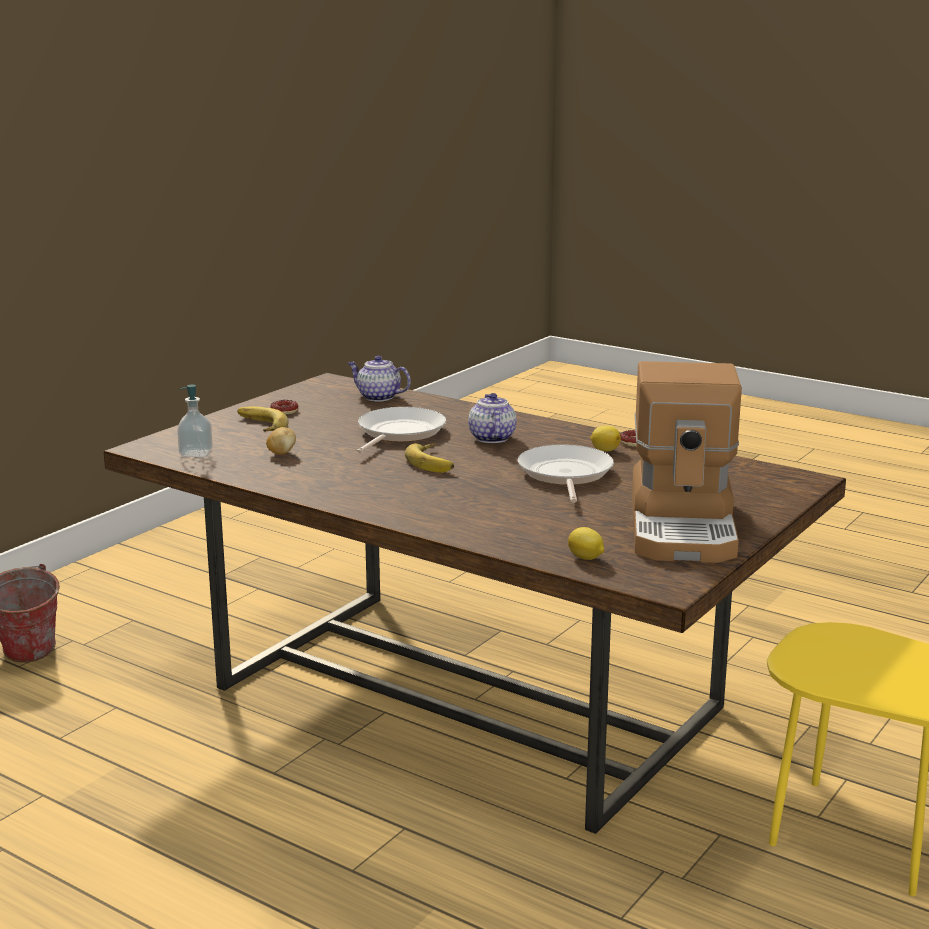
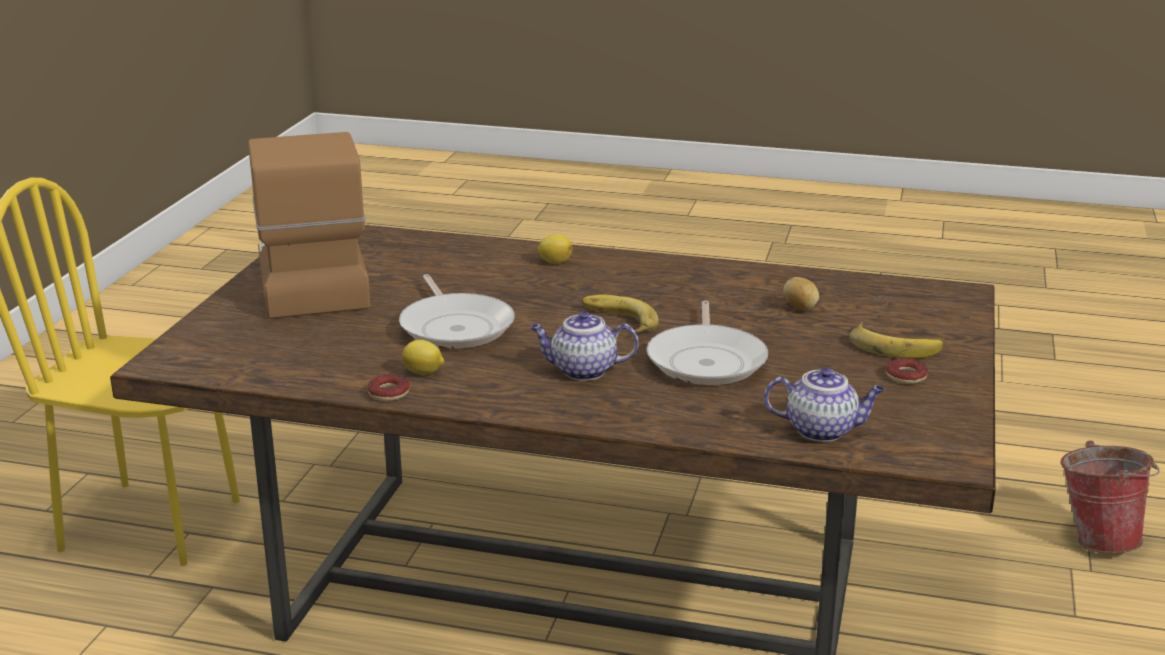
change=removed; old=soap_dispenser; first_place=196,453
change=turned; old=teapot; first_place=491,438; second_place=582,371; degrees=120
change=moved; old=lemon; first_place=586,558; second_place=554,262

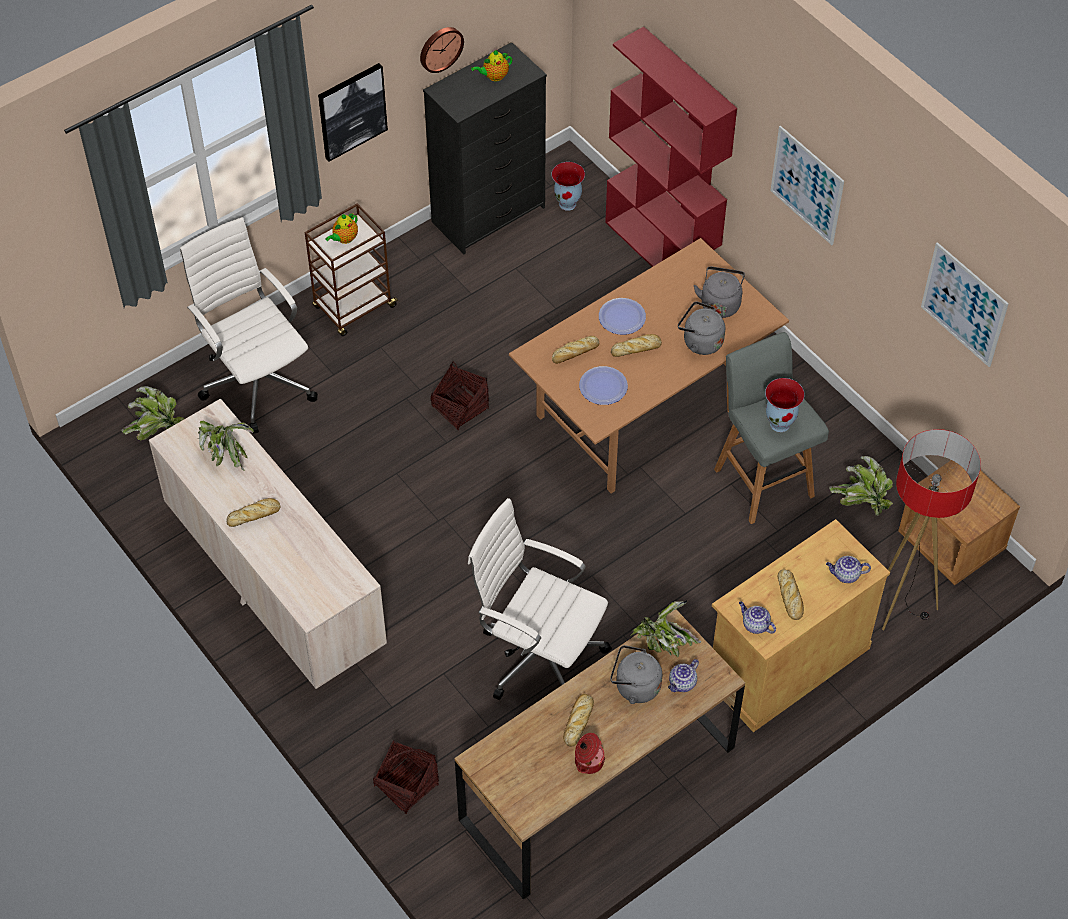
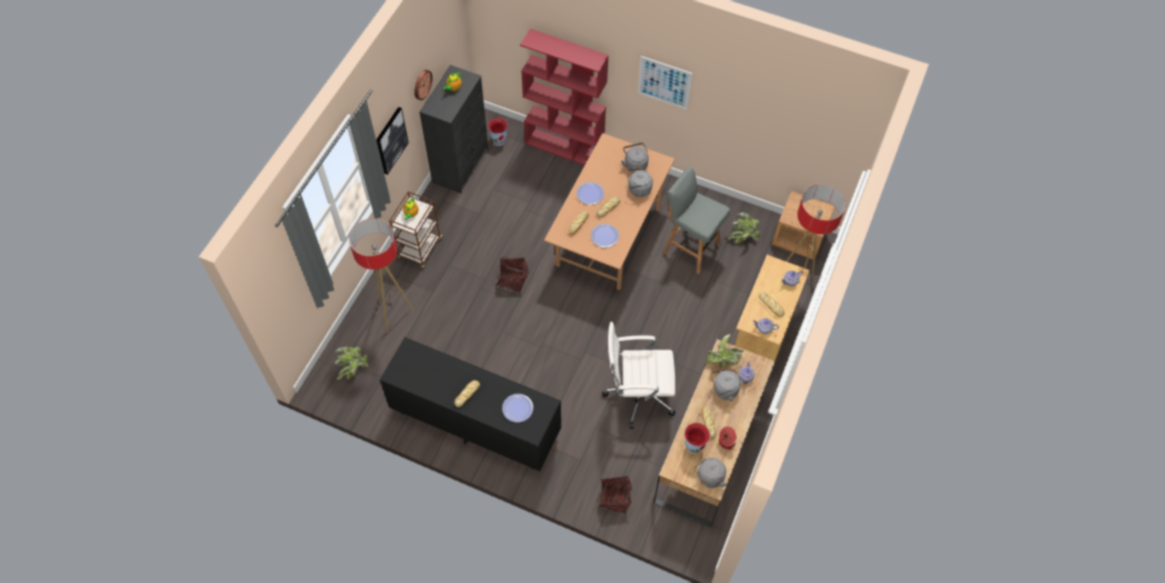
change=replaced; old=white_office_chair; new=floor_lamp; first_place=258,381; second_place=393,314
change=removed; old=picture; first_place=964,304
change=moved; old=vase; first_place=780,423; second_place=694,446
change=recoloured; old=beige_dresser; new=black_dresser; first_place=274,582; second_place=475,423
change=removed; old=potted_plant; first_place=226,454
change=added; new=plate; second_place=517,408
change=added; new=grey_kettle; second_place=709,478

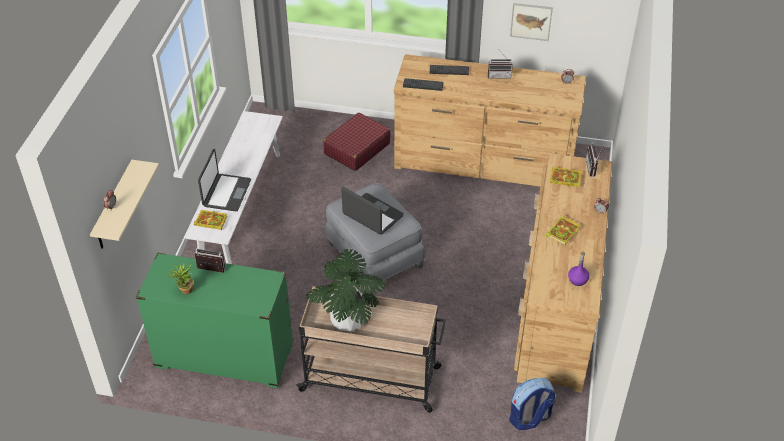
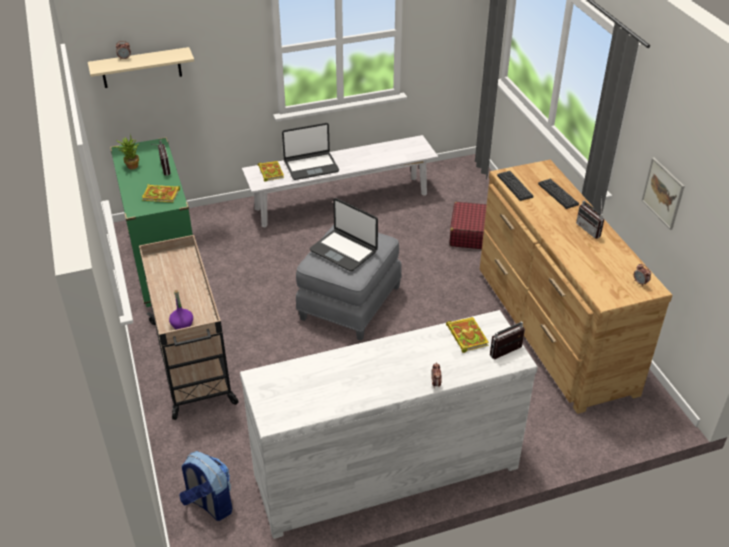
change=recoloured; old=brown_dresser; new=white_dresser; first_place=556,308; second_place=385,470
change=turned; old=laptop; first_place=372,215; second_place=344,250; degrees=120
change=moved; old=book; first_place=563,231; second_place=162,195
change=removed; old=potted_plant; first_place=347,320
change=moved; old=purple_bottle; first_place=578,280; second_place=182,325

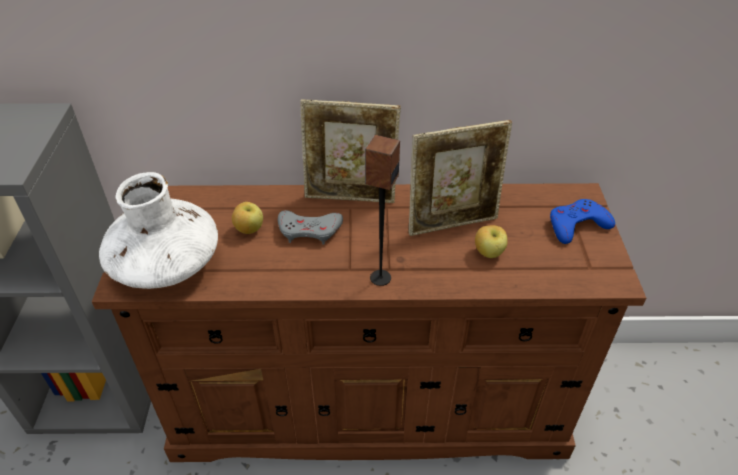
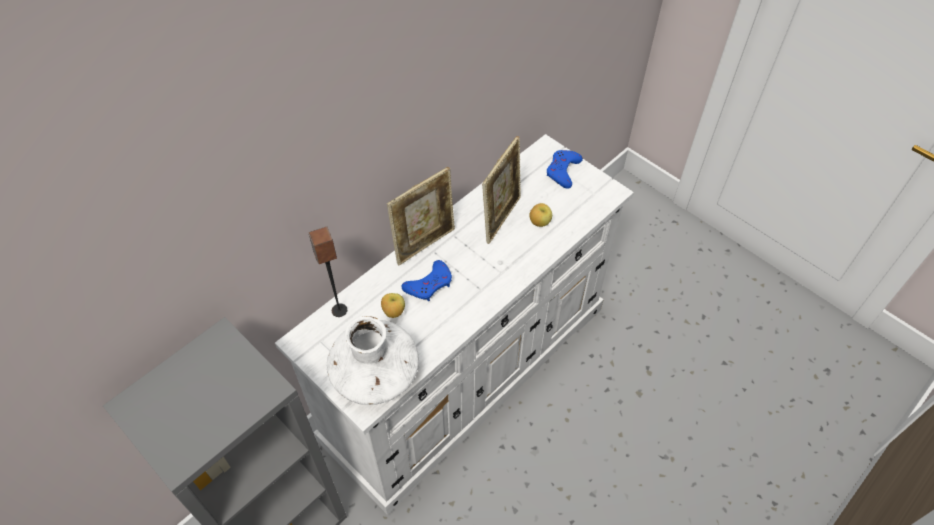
change=moved; old=speaker; first_place=380,277; second_place=339,310
change=recoloured; old=brown_dresser; new=white_dresser; first_place=371,402; second_place=467,370
change=recoloured; old=grey_game_controller; new=blue_game_controller; first_place=309,230; second_place=429,284

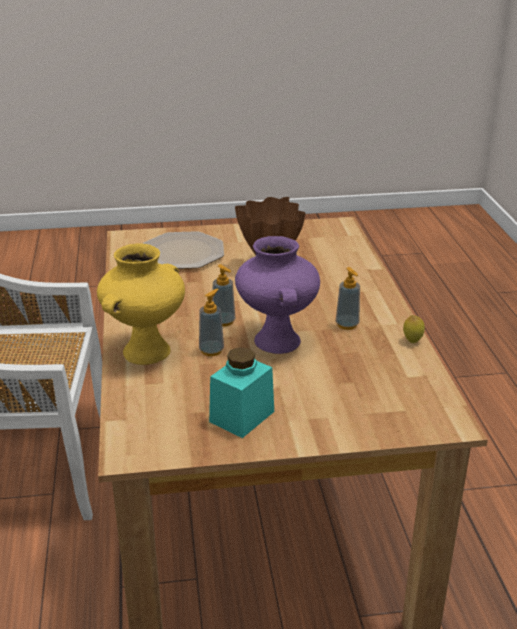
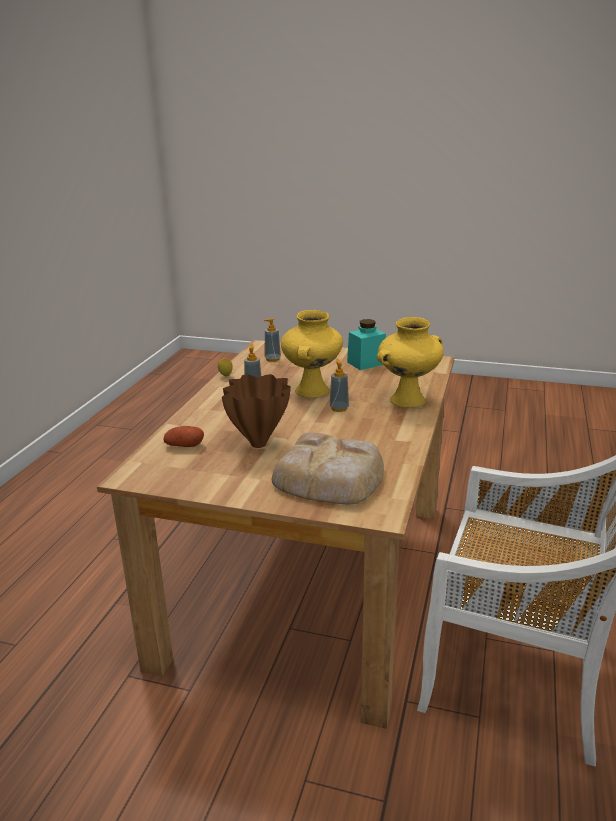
change=replaced; old=plate; new=bread; first_place=182,252; second_place=330,478
change=recoloured; old=purple_vase; new=yellow_vase; first_place=275,340; second_place=313,391
change=moved; old=soap_dispenser; first_place=211,350; second_place=272,359
change=added; new=potato; second_place=184,446

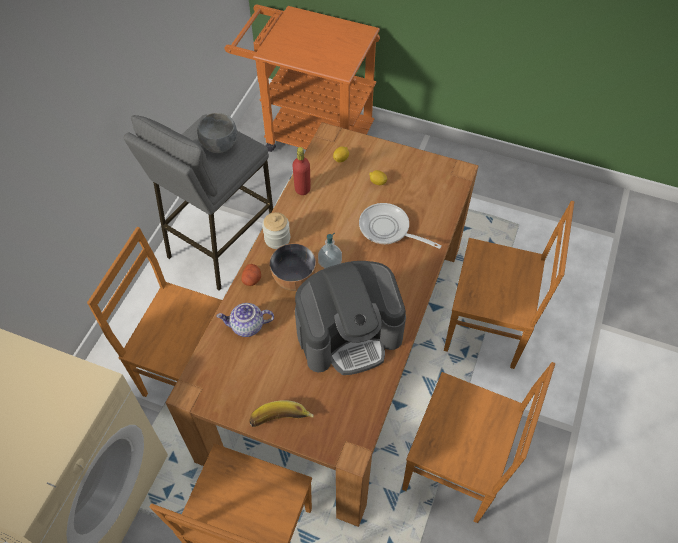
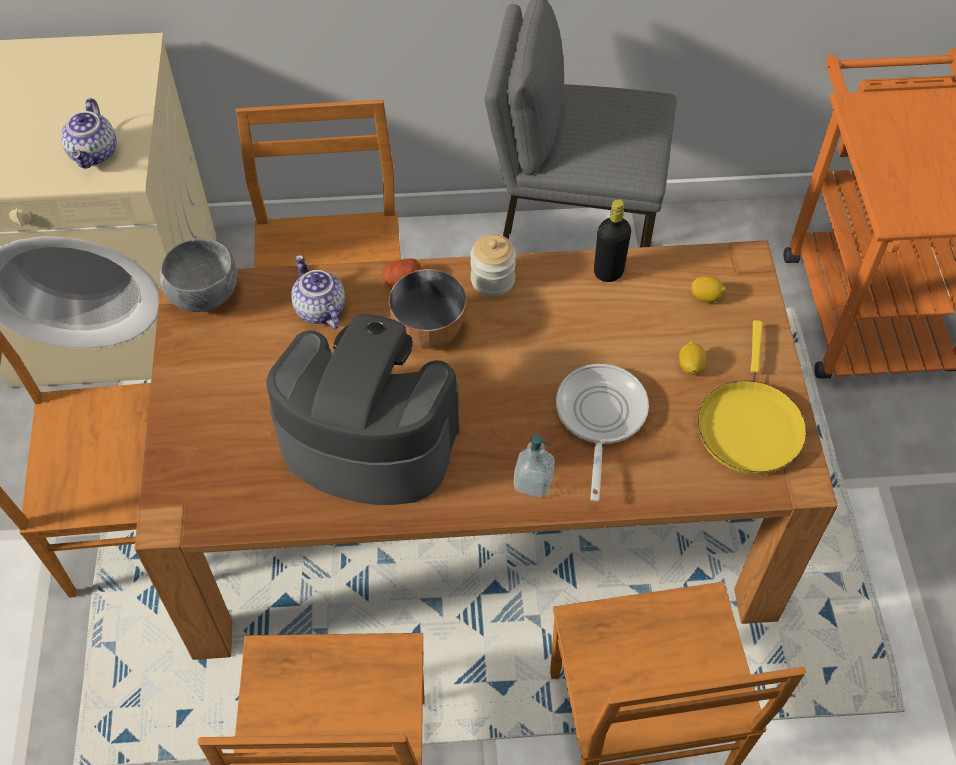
change=moved; old=grey_bowl; first_place=219,146; second_place=204,296
change=recoloured; old=red_bottle; new=black_bottle; first_place=302,189; second_place=608,272
change=moved; old=soap_dispenser; first_place=330,263; second_place=533,482
change=turned; old=coffee_machine; first_place=349,334; second_place=368,440; degrees=150
change=removed; old=banana; first_place=281,422
change=added; new=teapot; second_place=95,153
change=added; new=yellow_frying_pan; second_place=749,424

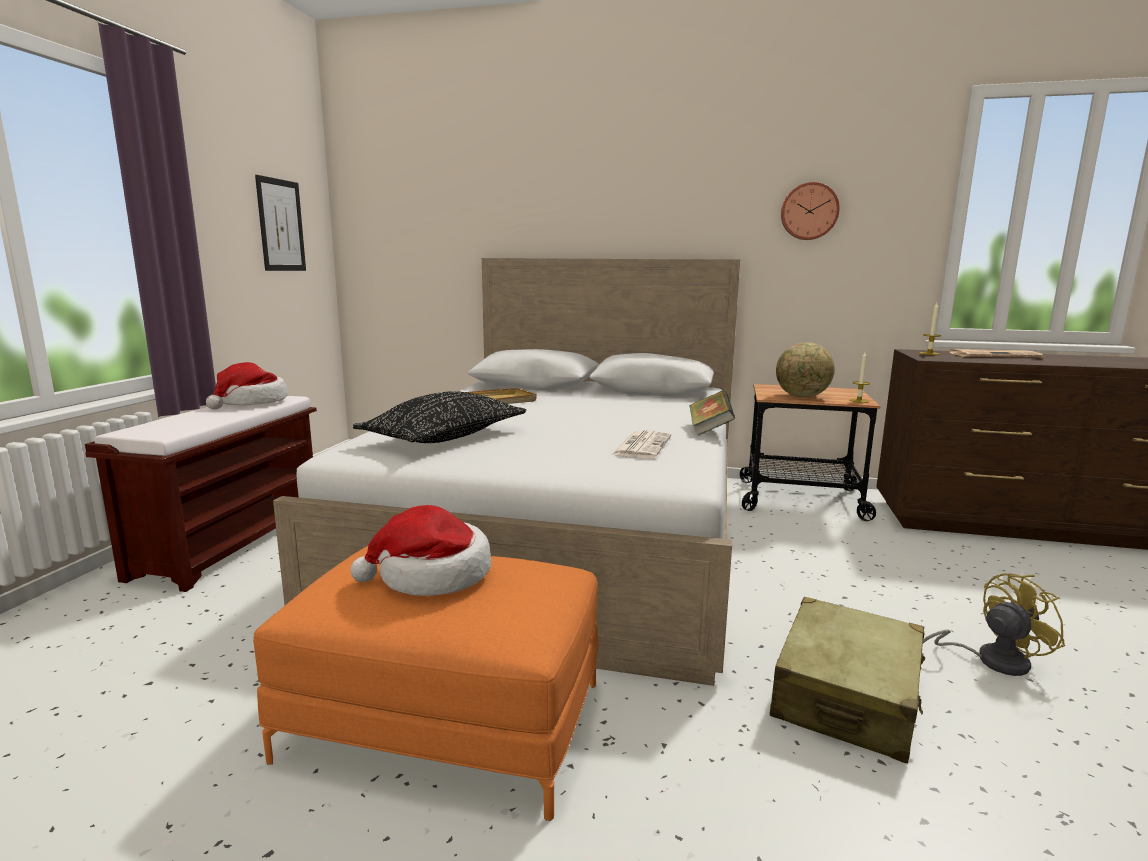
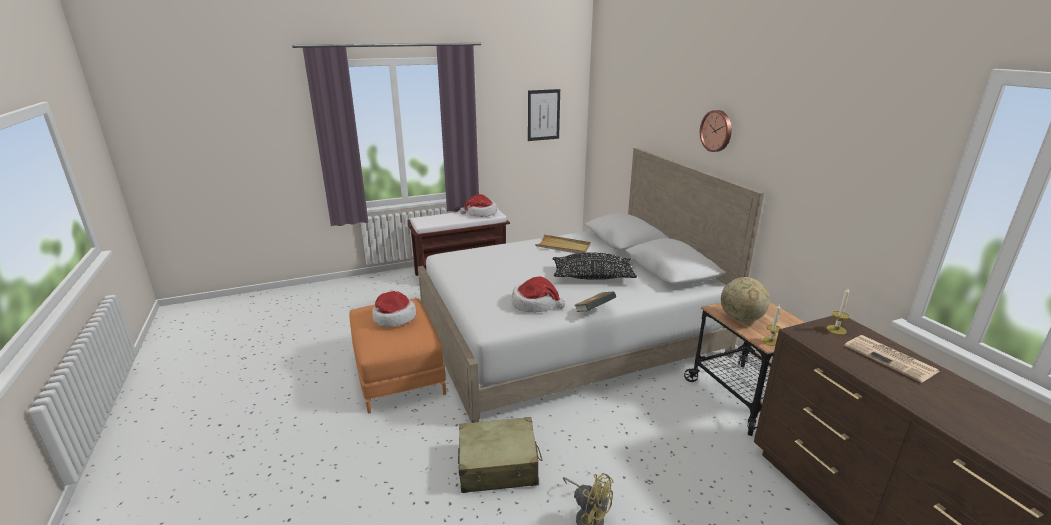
change=moved; old=wall_clock; first_place=809,211; second_place=717,131
change=moved; old=black_pillow; first_place=445,438; second_place=592,276
change=replaced; old=newspaper; new=hat; first_place=641,445; second_place=535,304

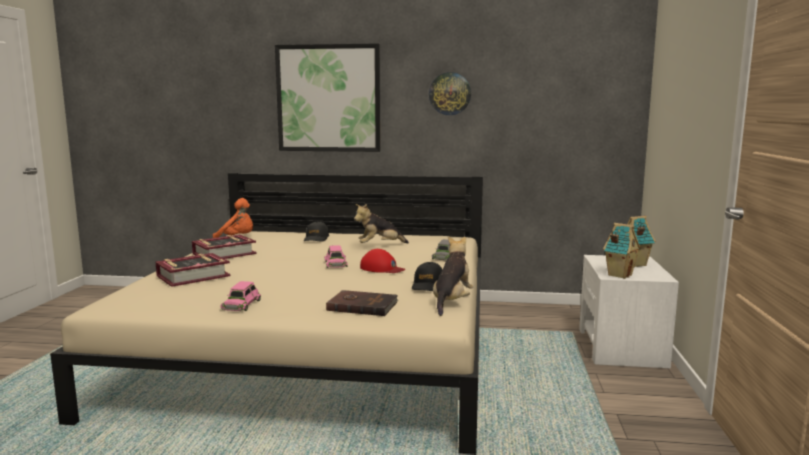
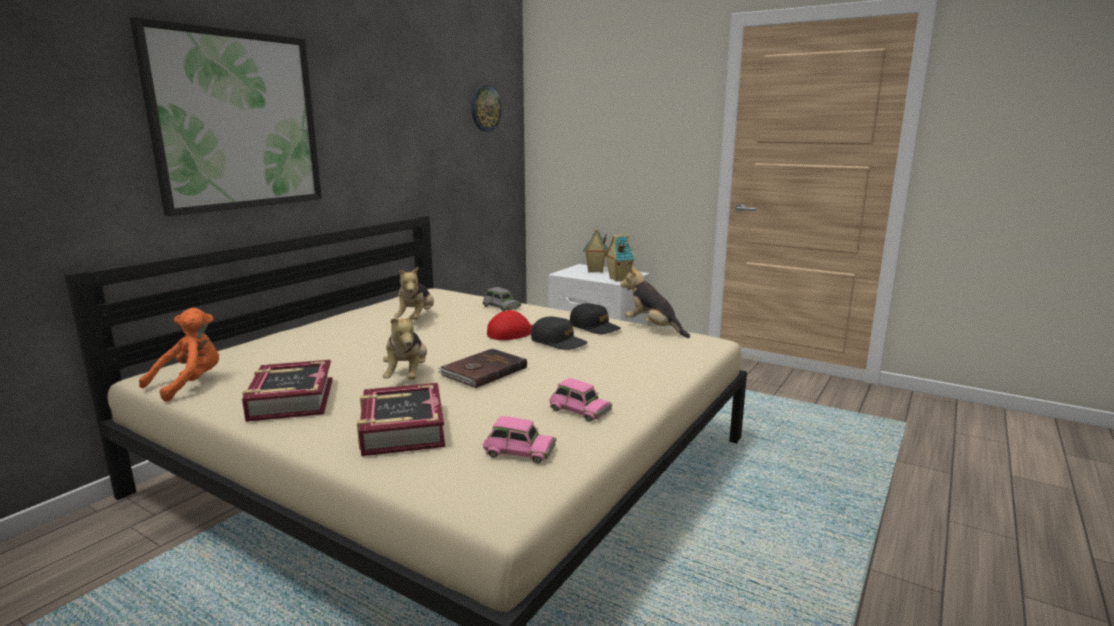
change=moved; old=wall_clock; first_place=450,94; second_place=485,108
change=moved; old=black_cap; first_place=316,238; second_place=558,342
change=moved; old=pink_toy_car; first_place=335,263; second_place=519,451
change=moved; old=brown_book; first_place=362,306; second_place=483,371
change=added; new=plush_toy; second_place=407,376

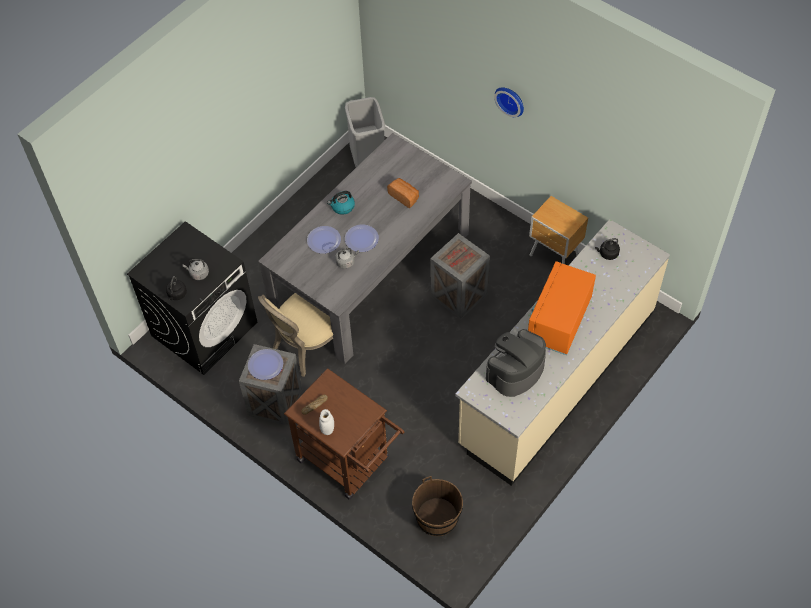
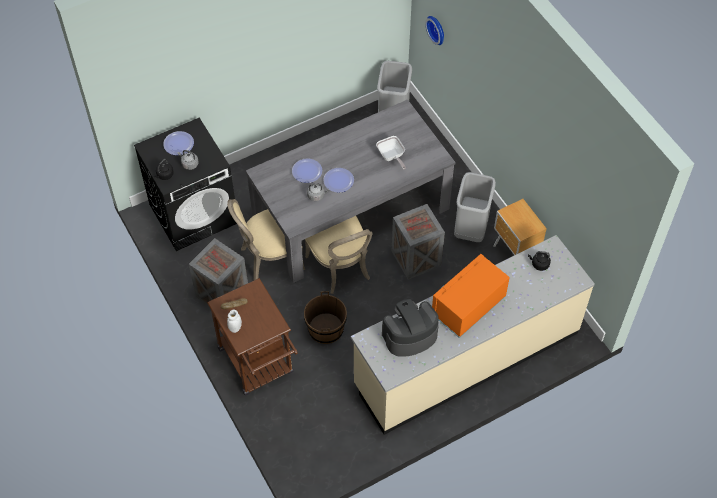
change=moved; old=wall_clock; first_place=511,100; second_place=437,29
change=replaced; old=bread; new=frying_pan; first_place=404,196; second_place=391,157
change=removed; old=kettle; first_place=342,207
change=moved; old=plate; first_place=265,365; second_place=178,144
change=moved; old=brown_bucket; first_place=437,517; second_place=326,329
change=added; new=grey_trash_can; second_place=471,229
change=added; new=beige_chair; second_place=341,268

